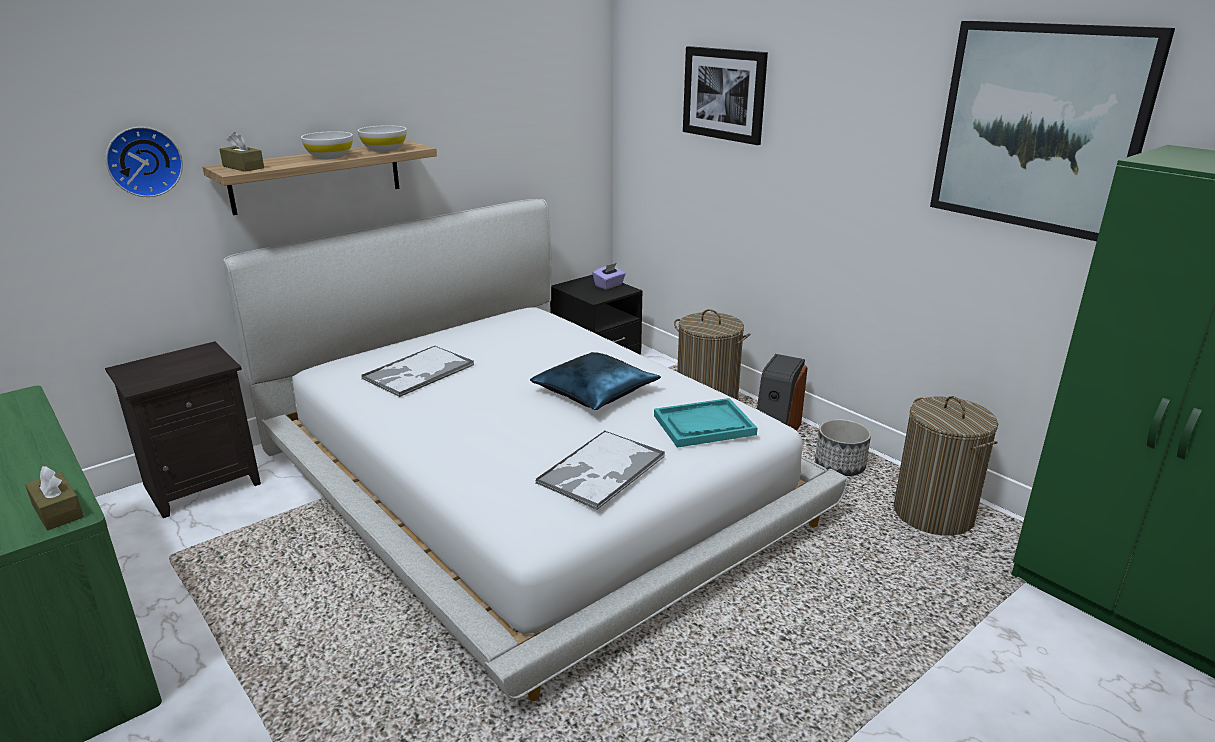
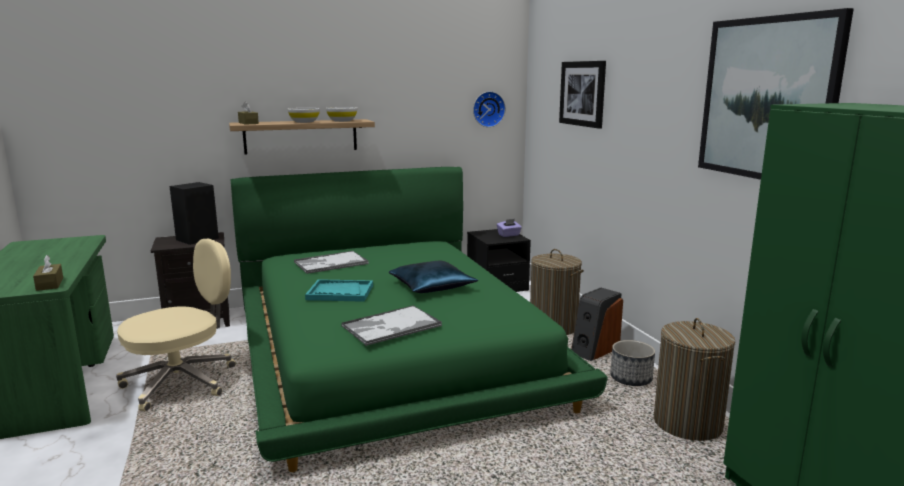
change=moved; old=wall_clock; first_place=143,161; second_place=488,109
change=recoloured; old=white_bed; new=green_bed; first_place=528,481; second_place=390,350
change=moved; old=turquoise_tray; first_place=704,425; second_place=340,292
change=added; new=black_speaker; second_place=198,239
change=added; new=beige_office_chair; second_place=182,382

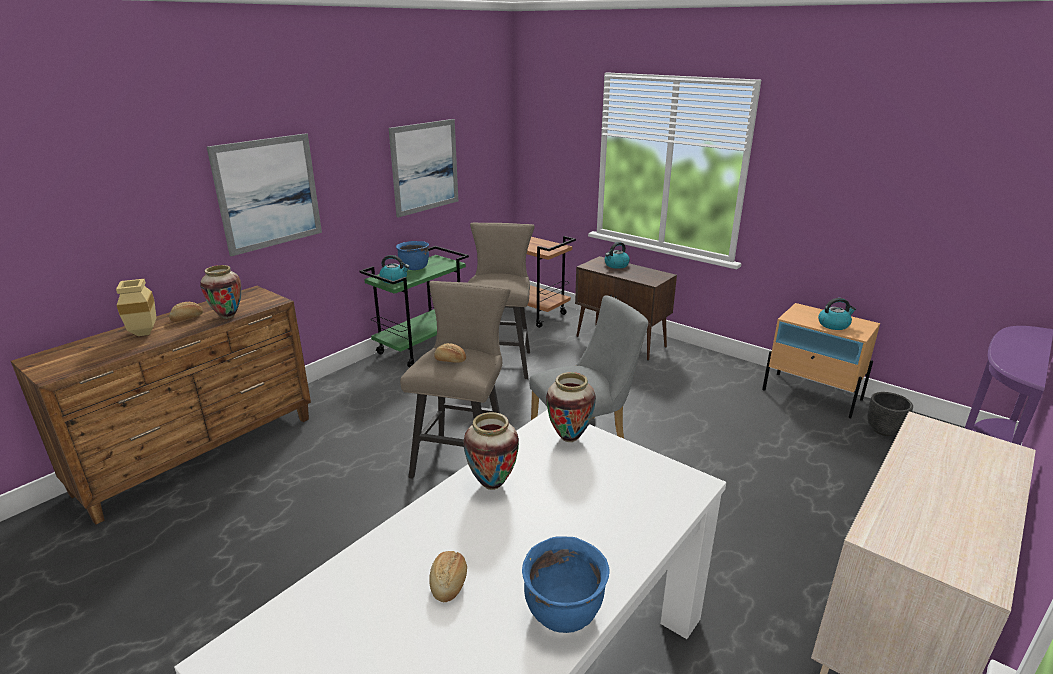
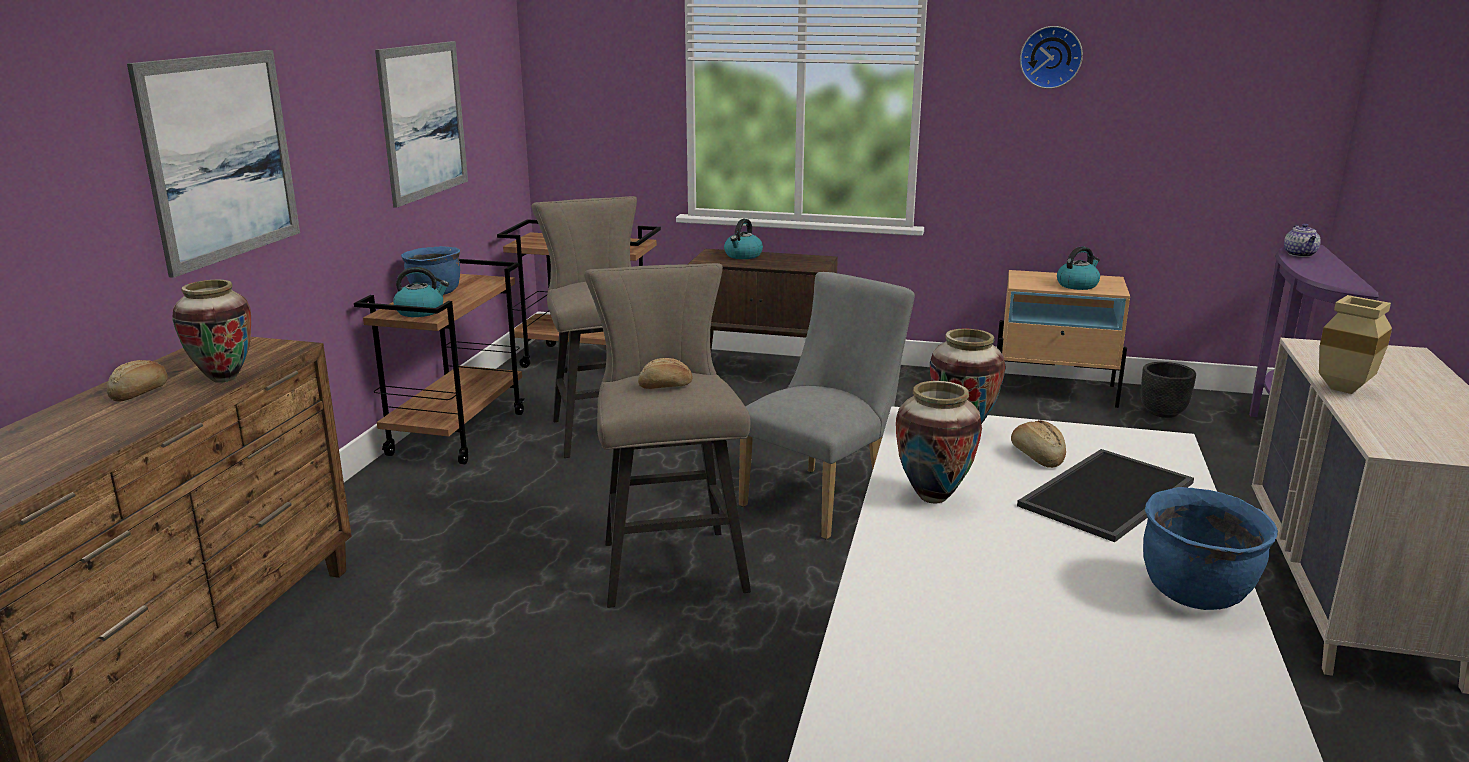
change=recoloured; old=green_cart; new=brown_cart; first_place=422,347; second_place=457,433
change=moved; old=beige_vase; first_place=145,333; second_place=1347,389
change=moved; old=bread; first_place=449,583; second_place=1037,456
change=added; new=wall_clock; second_place=1050,57
change=added; new=teapot; second_place=1300,254
change=added; new=tray; second_place=1108,496

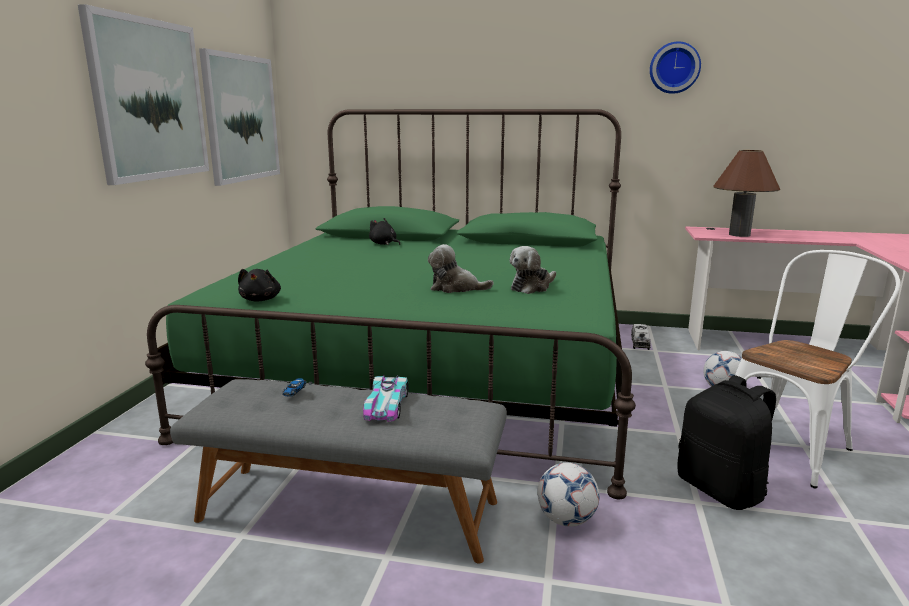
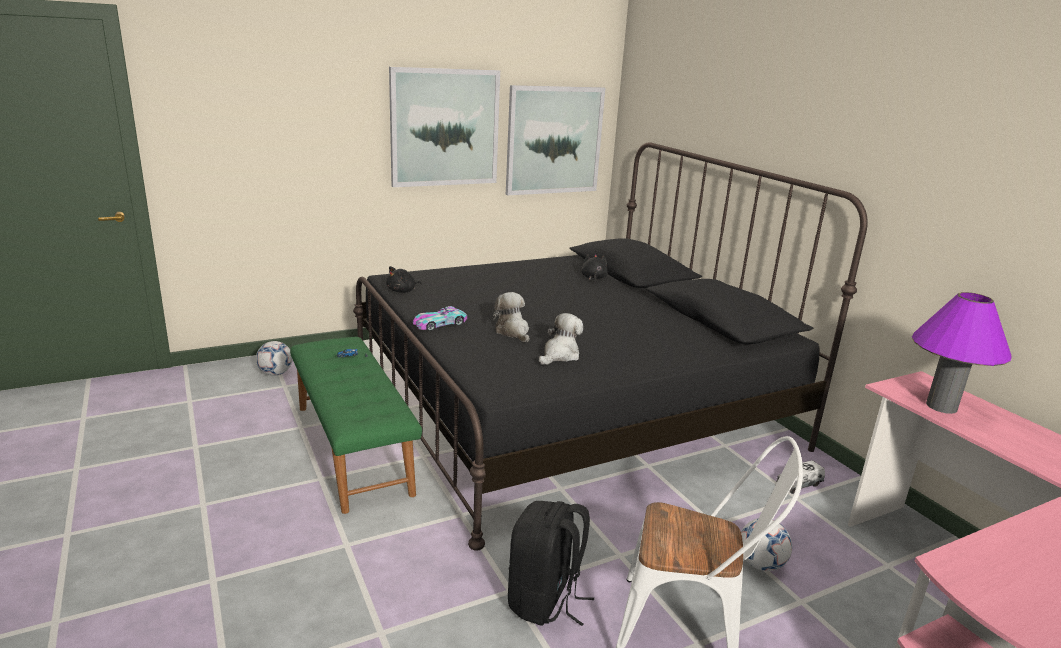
change=removed; old=wall_clock; first_place=674,68
change=recoloured; old=green_bed; new=black_bed; first_place=433,371; second_place=568,404
change=recoloured; old=brown_table_lamp; new=purple_table_lamp; first_place=739,234; second_place=941,406
change=turned; old=plush_toy; first_place=532,287; second_place=560,355; degrees=120
change=moved; old=toy_car; first_place=386,405; second_place=440,324
change=recoloured; old=grey_bench; new=green_bench; first_place=350,509; second_place=353,448
change=moved; old=football; first_place=566,520; second_place=275,373

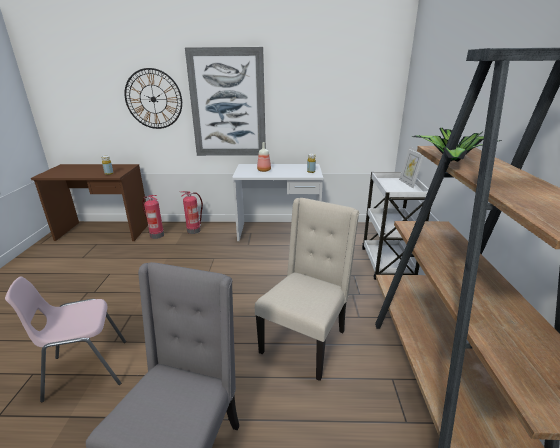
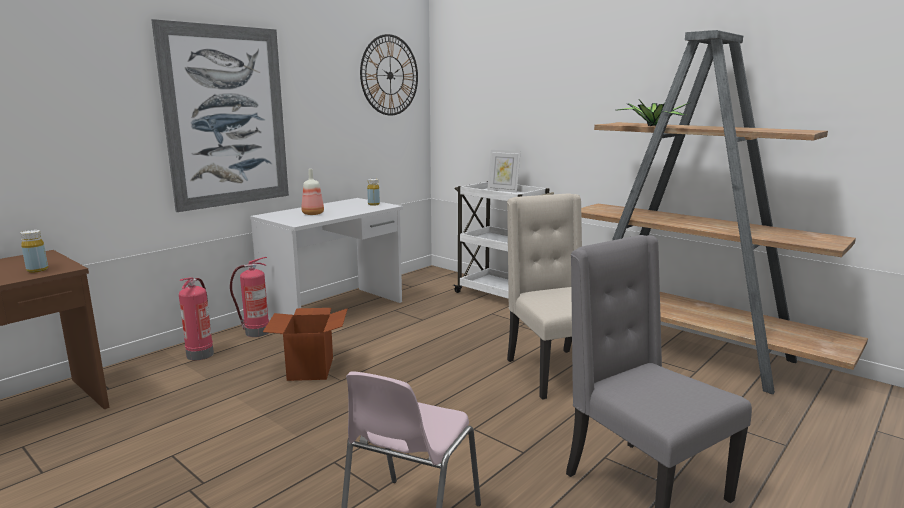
change=moved; old=wall_clock; first_place=153,99; second_place=390,75
change=moved; old=fire_extinguisher; first_place=156,235; second_place=256,332
change=added; new=cardboard_box; second_place=310,368

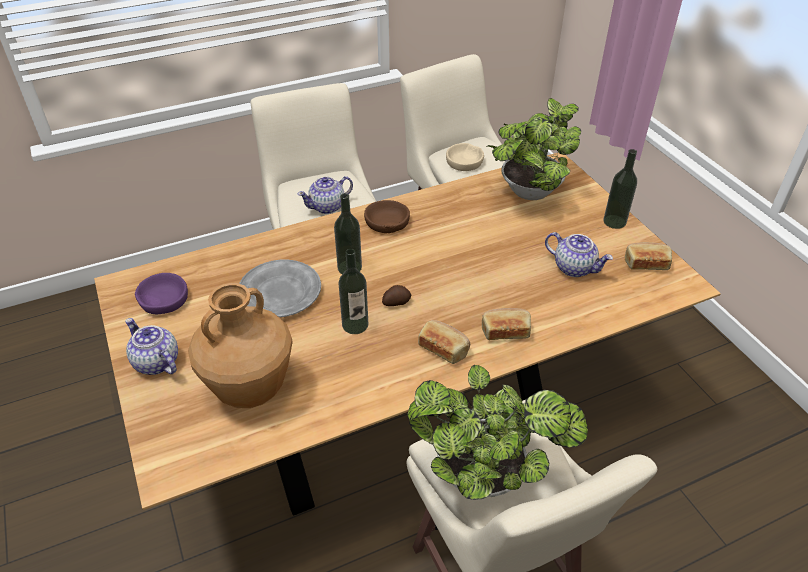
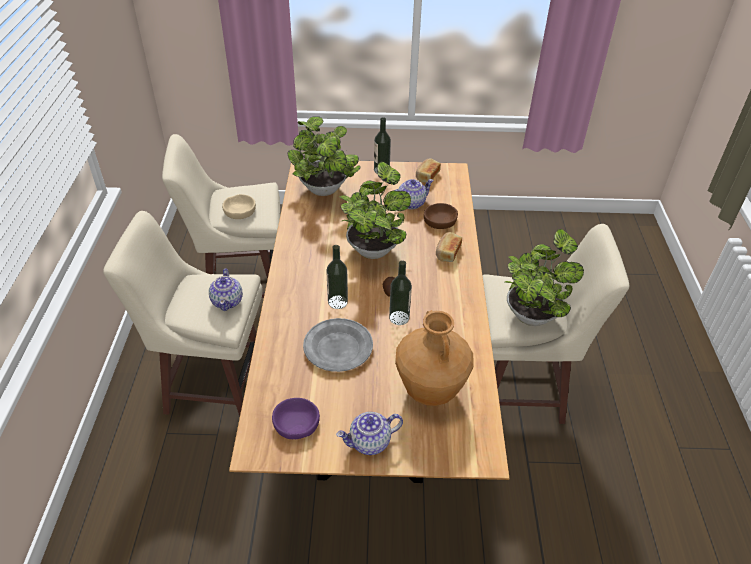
change=moved; old=brown_bowl; first_place=387,222; second_place=440,220
change=removed; old=bread; first_place=444,348
change=added; new=potted_plant; second_place=374,247

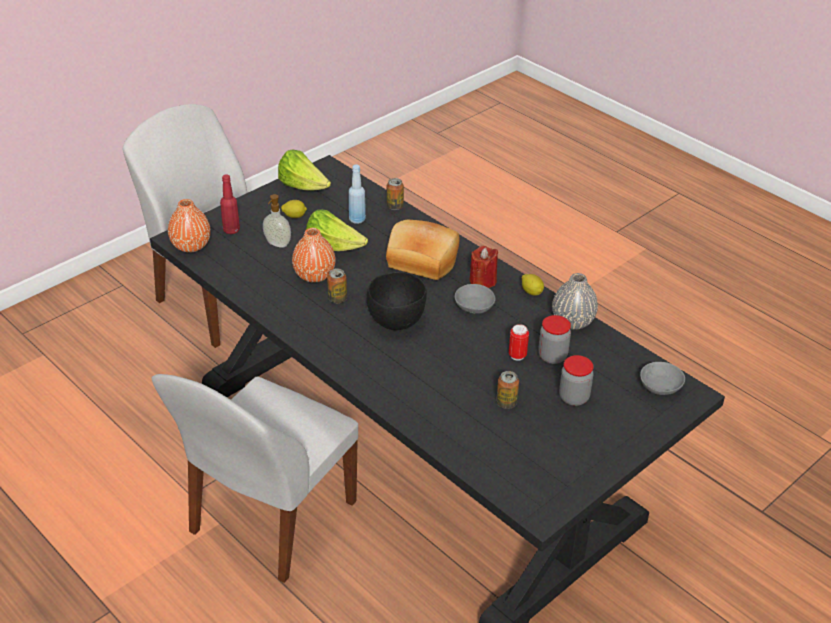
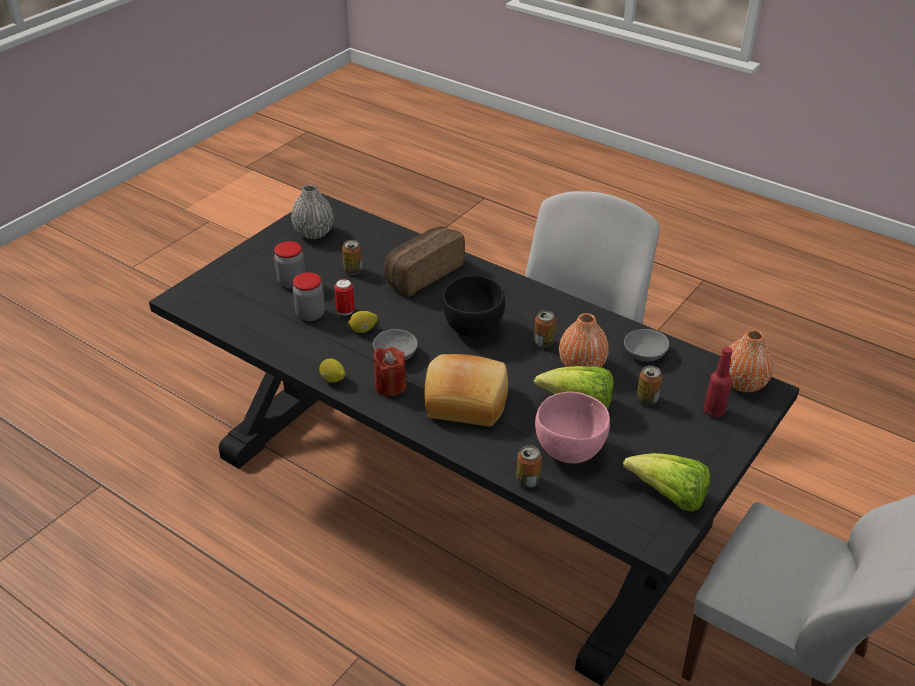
change=replaced; old=blue_bottle; new=pink_bowl; first_place=357,220; second_place=568,450
change=replaced; old=soap_dispenser; new=can; first_place=277,244; second_place=647,399
change=moved; old=lemon; first_place=294,216; second_place=363,330
change=moved; old=grey_vase; first_place=572,321; second_place=314,233
change=moved; old=grey_bowl; first_place=660,387; second_place=644,352
change=added; new=bread; second_place=422,273

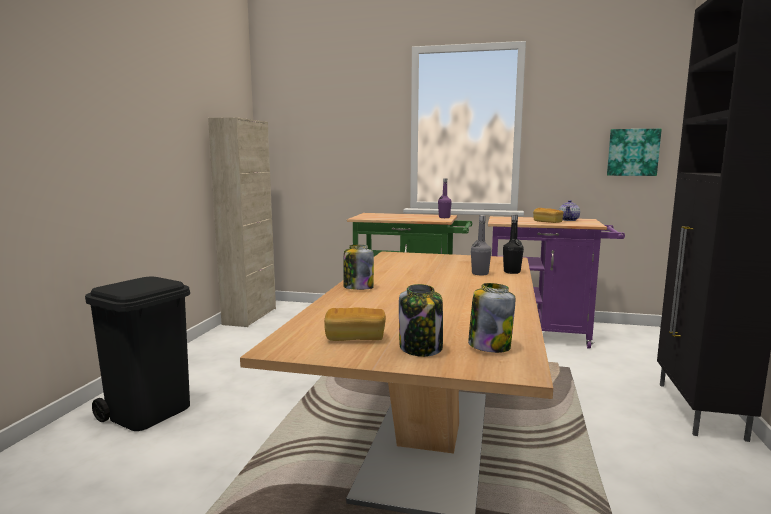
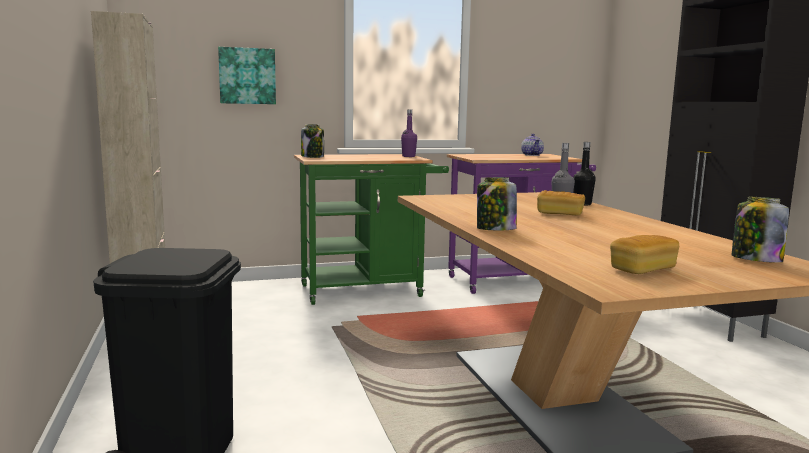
change=moved; old=picture; first_place=632,152; second_place=247,76
change=moved; old=bread; first_place=547,222; second_place=560,214
change=moved; old=jar; first_place=421,348; second_place=313,156

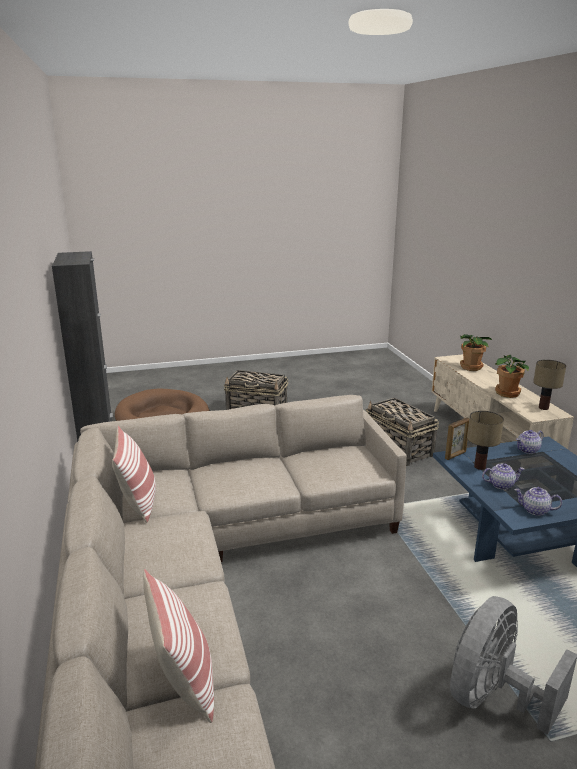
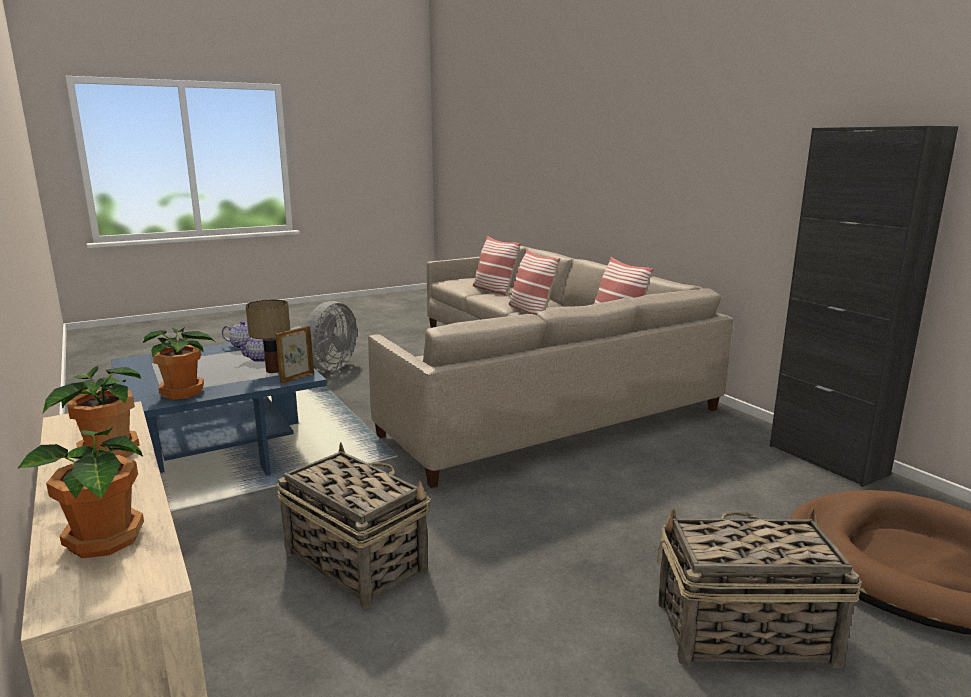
change=removed; old=table_lamp; first_place=543,408
change=replaced; old=teapot; new=potted_plant; first_place=528,450; second_place=184,392
change=added; new=pillow; second_place=530,311

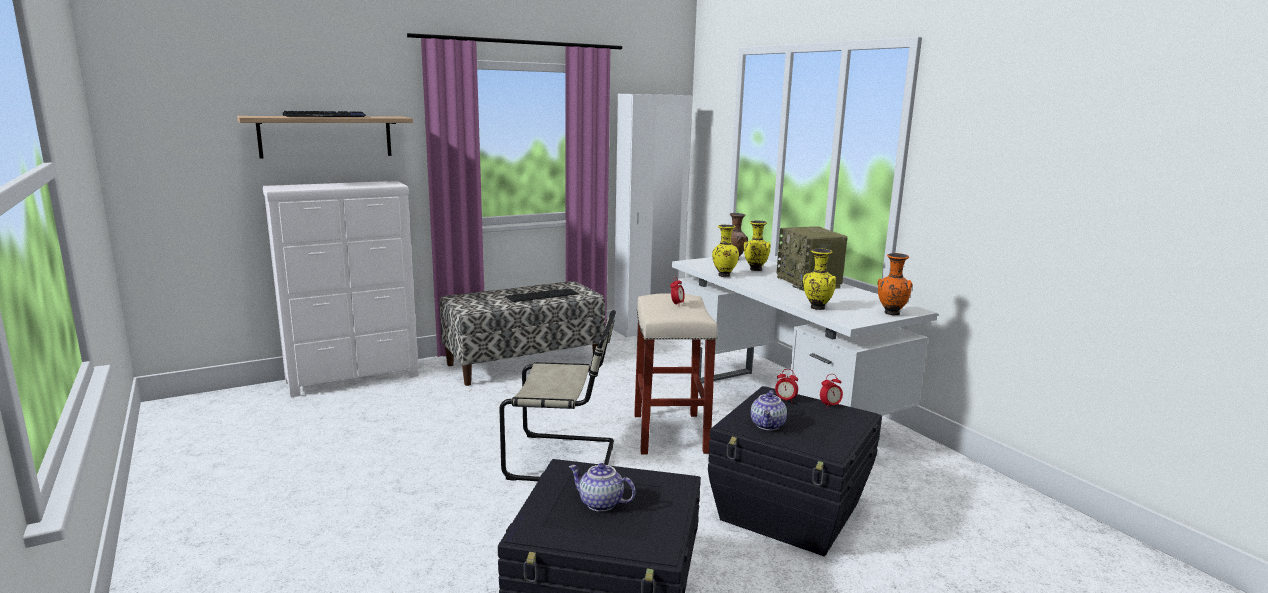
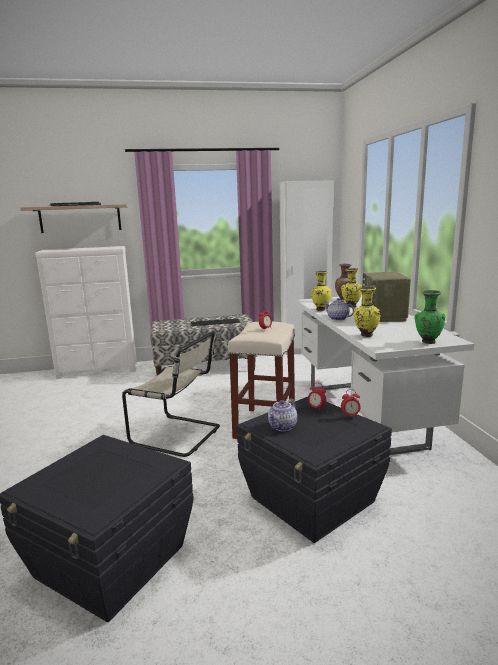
change=recoloured; old=orange_vase; new=green_vase; first_place=890,313; second_place=427,342
change=moved; old=teapot; first_place=600,504; second_place=337,319

